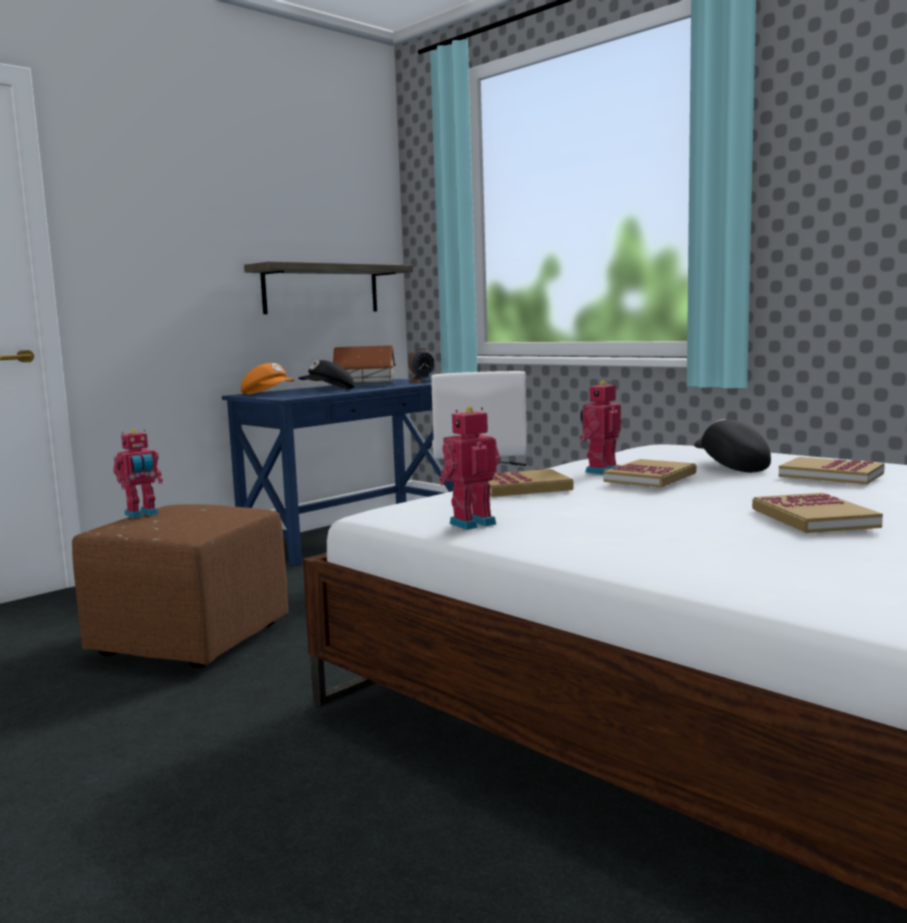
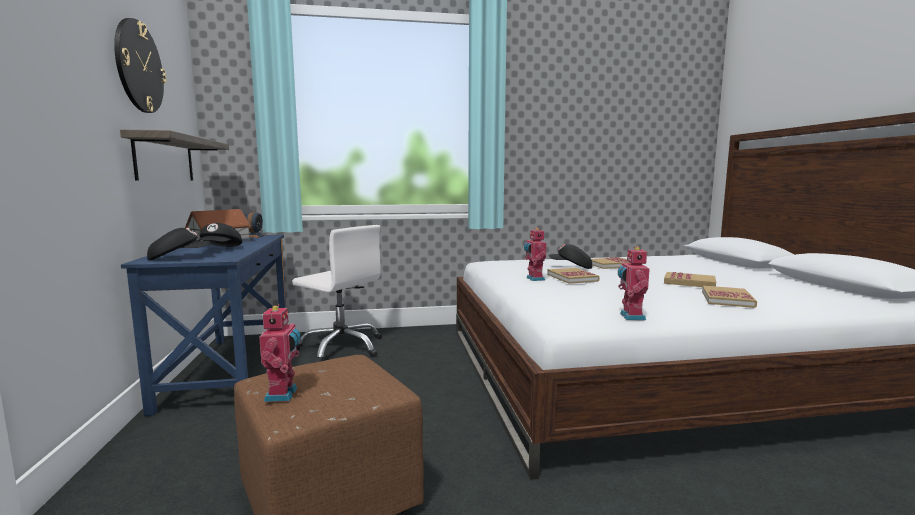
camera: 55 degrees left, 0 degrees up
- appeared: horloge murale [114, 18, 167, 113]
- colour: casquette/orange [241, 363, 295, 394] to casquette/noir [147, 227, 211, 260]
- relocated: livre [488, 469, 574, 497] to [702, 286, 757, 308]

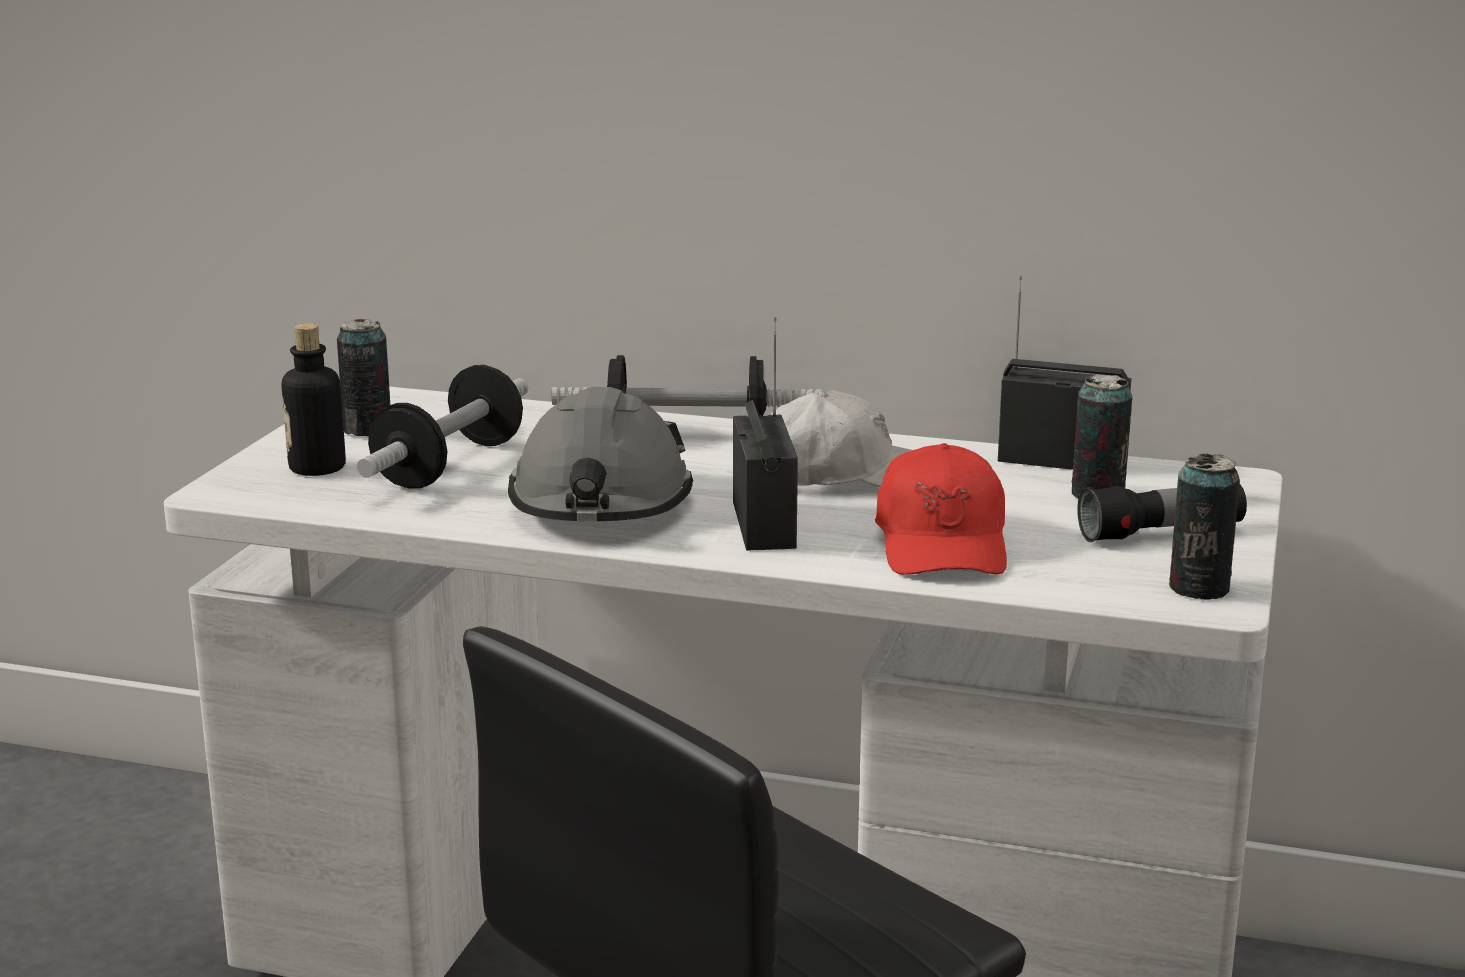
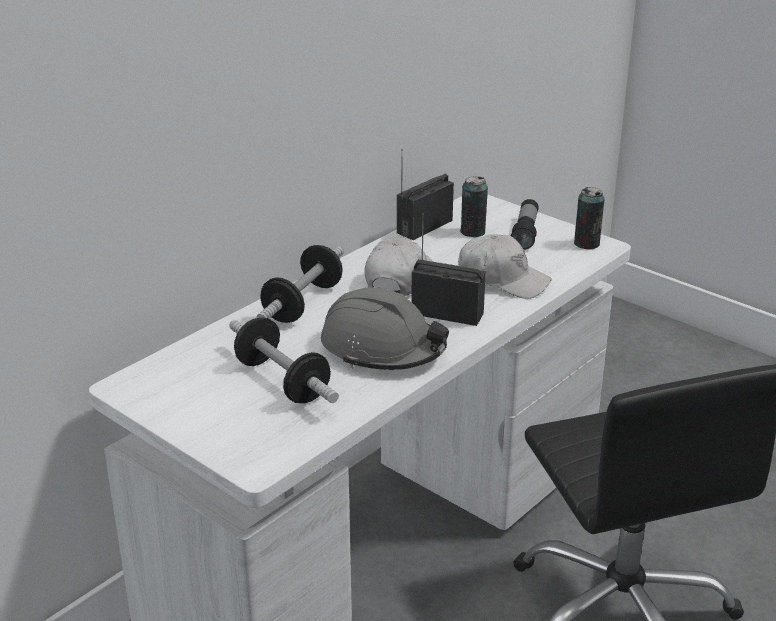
camera: 65 degrees left, 10 degrees up
- colour: casquette/rouge [875, 443, 1007, 575] to casquette/blanc [458, 234, 552, 299]
- missing: bouteille [282, 323, 346, 476]
- missing: boîte métallique [337, 319, 390, 437]

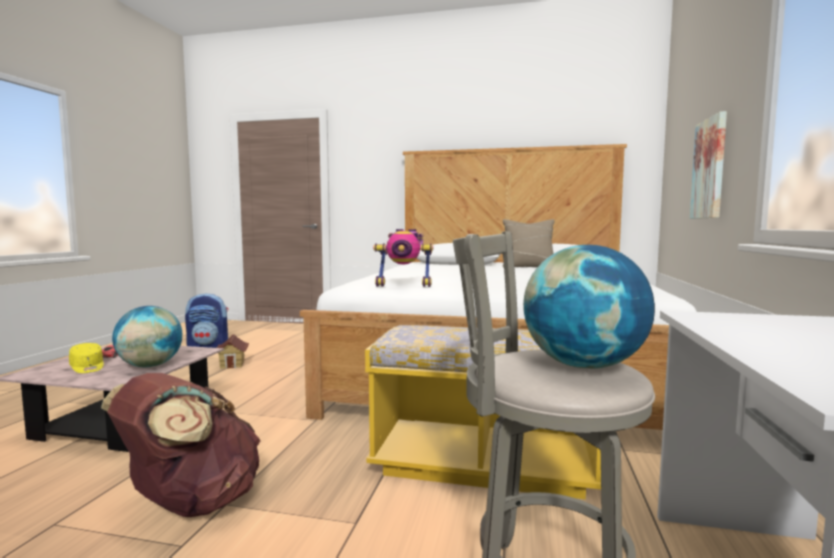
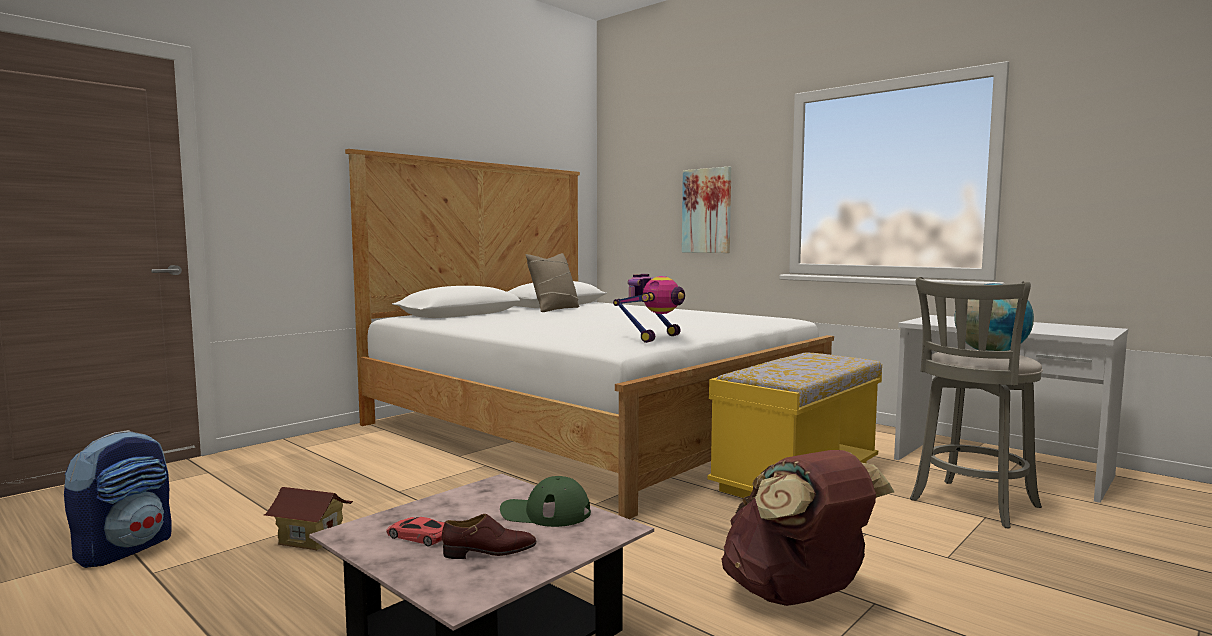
camera: 60 degrees left, 0 degrees up
- exchanged: casquette/jaune [69, 343, 104, 373] to chaussure/marron [442, 514, 536, 559]
- exchanged: globe [112, 306, 182, 368] to casquette/vert [500, 476, 591, 527]

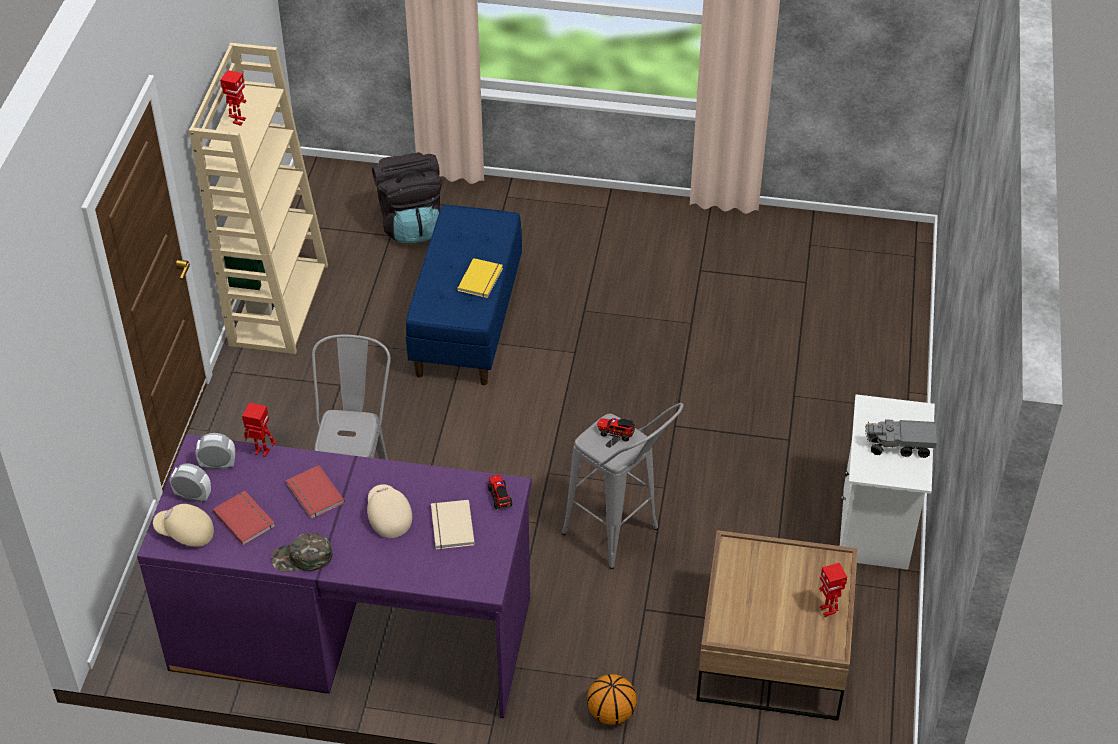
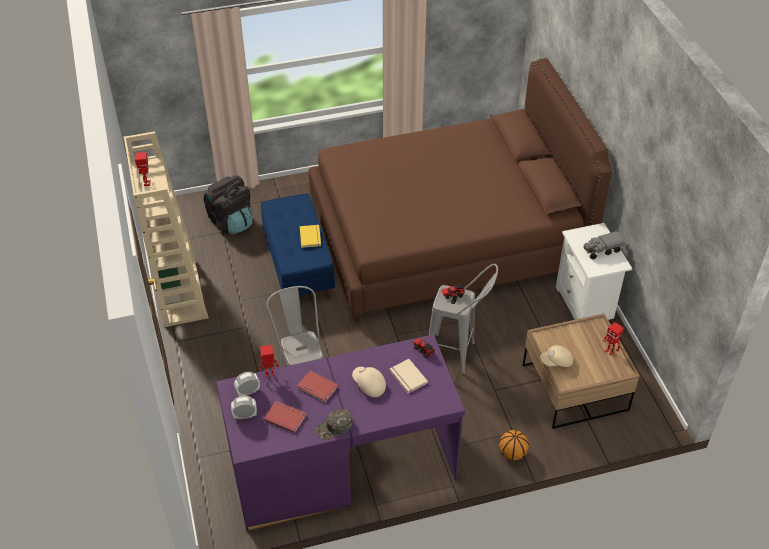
camera: 25 degrees left, 0 degrees up
- appeared: lit/marron [309, 58, 612, 322]
- relocated: casquette/beige [153, 504, 214, 547] to [540, 345, 573, 367]

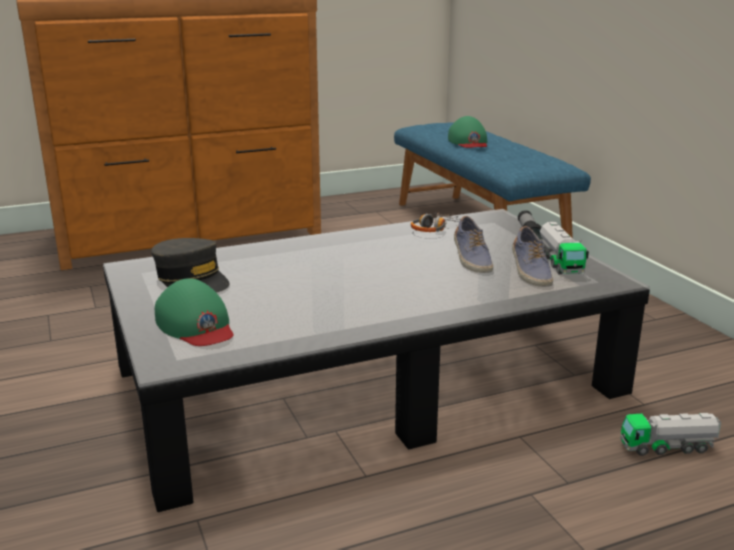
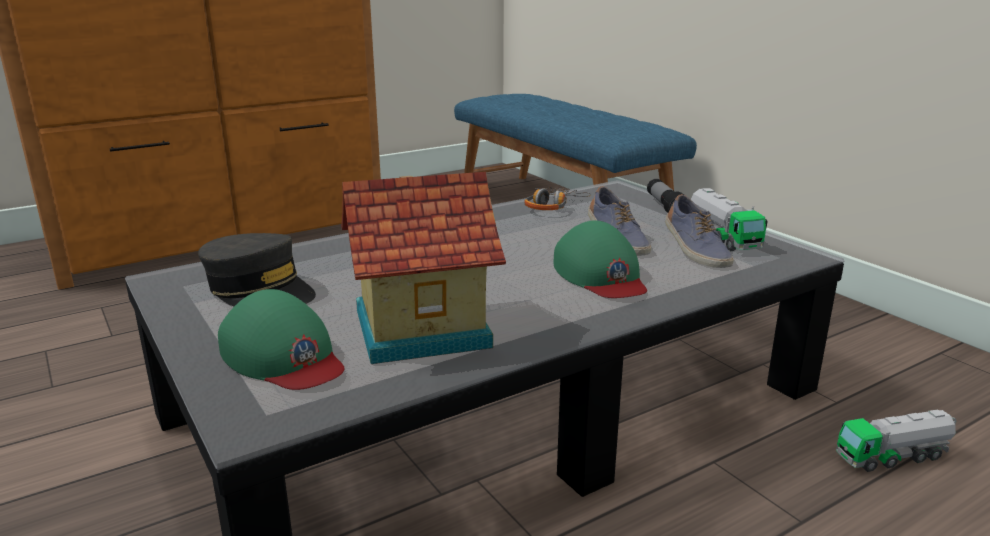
camera: 10 degrees left, 0 degrees up
- appeared: maison miniature [341, 172, 506, 364]
- relocated: casquette/vert [448, 116, 487, 148] to [553, 220, 647, 298]

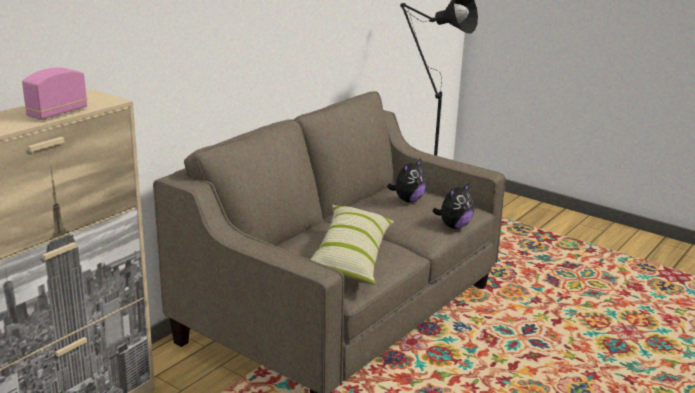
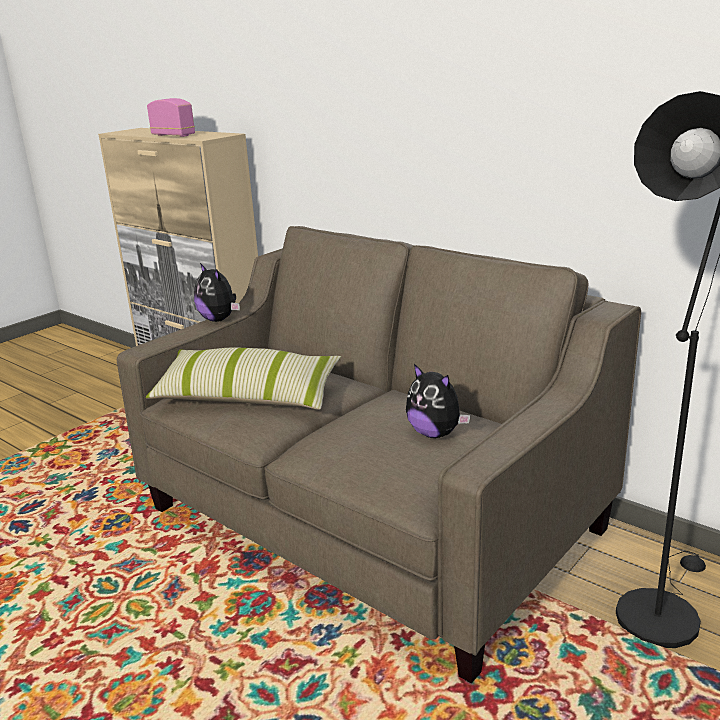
camera: 95 degrees right, 0 degrees up
- relocated: peluche [432, 183, 474, 229] to [194, 263, 240, 322]

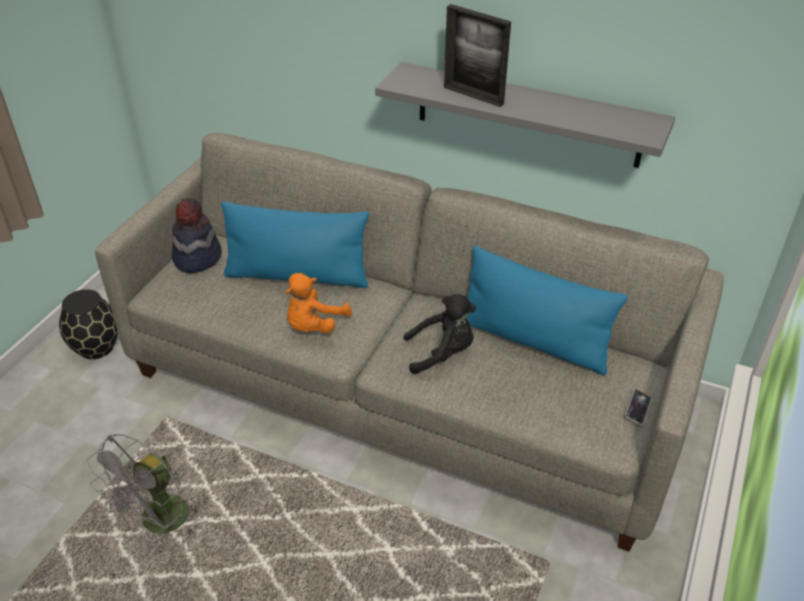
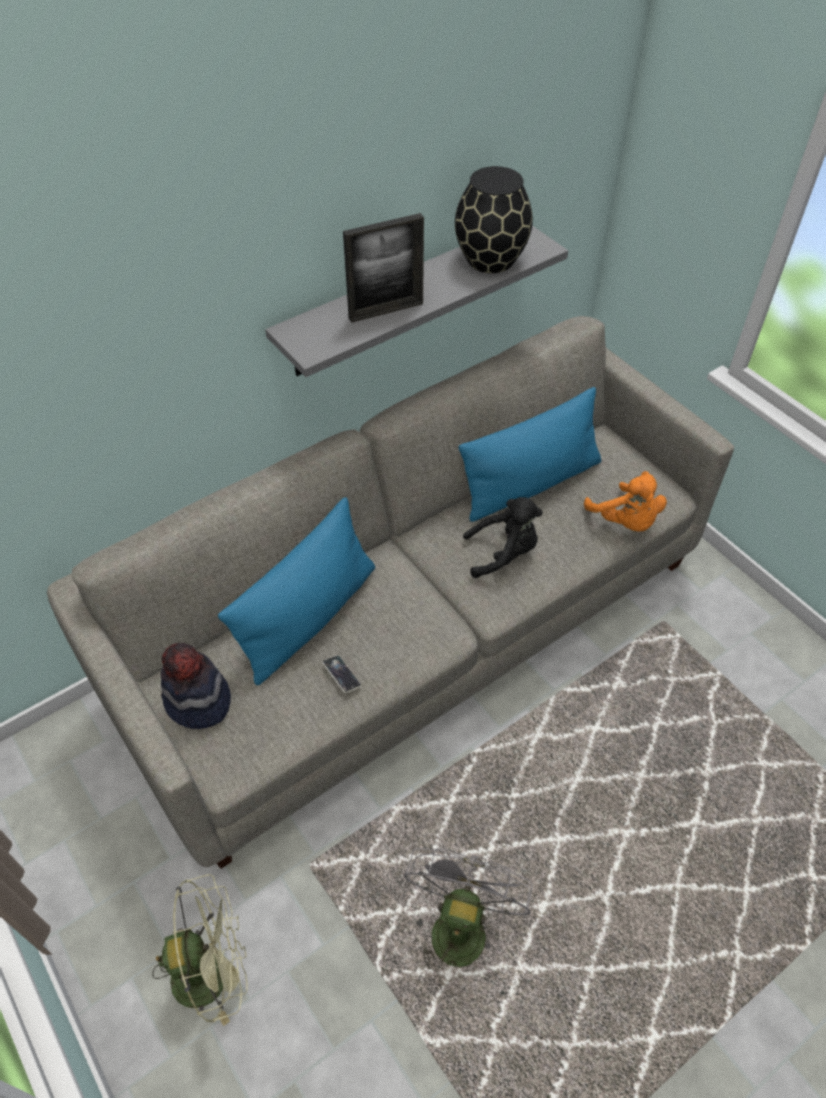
camera: 60 degrees left, 10 degrees up
- appeared: ventilateur/vert [152, 874, 248, 1026]
- relocated: téléphone [625, 389, 651, 425] to [322, 655, 361, 693]
- spun: ventilateur/gris [87, 434, 202, 538] = [404, 848, 532, 969] 135 degrees counterclockwise
- relocated: vase/noir [59, 289, 118, 359] to [455, 166, 533, 273]
- spun: peluche/noir [404, 294, 476, 374] = [463, 497, 542, 578] 60 degrees clockwise
- relocated: peluche/orange [286, 273, 352, 333] to [584, 471, 667, 531]

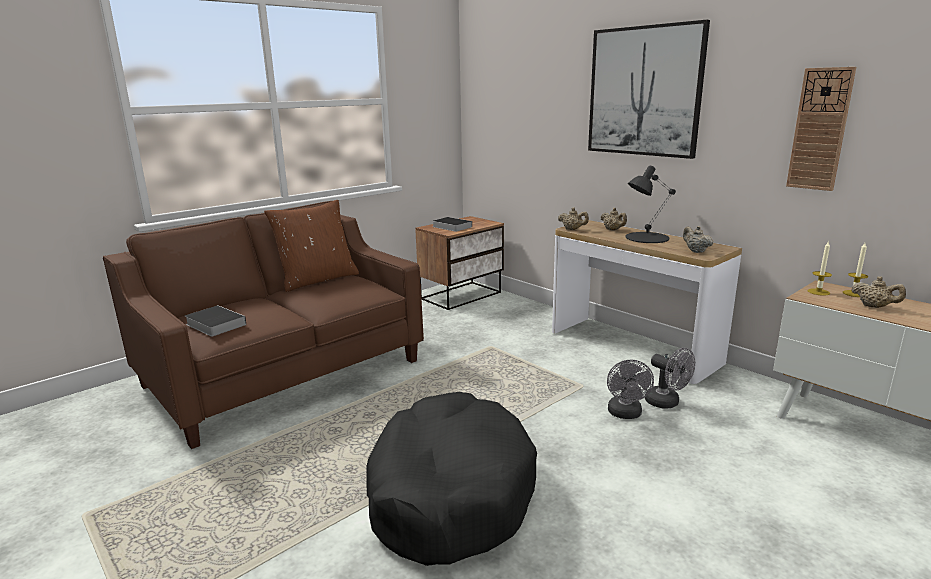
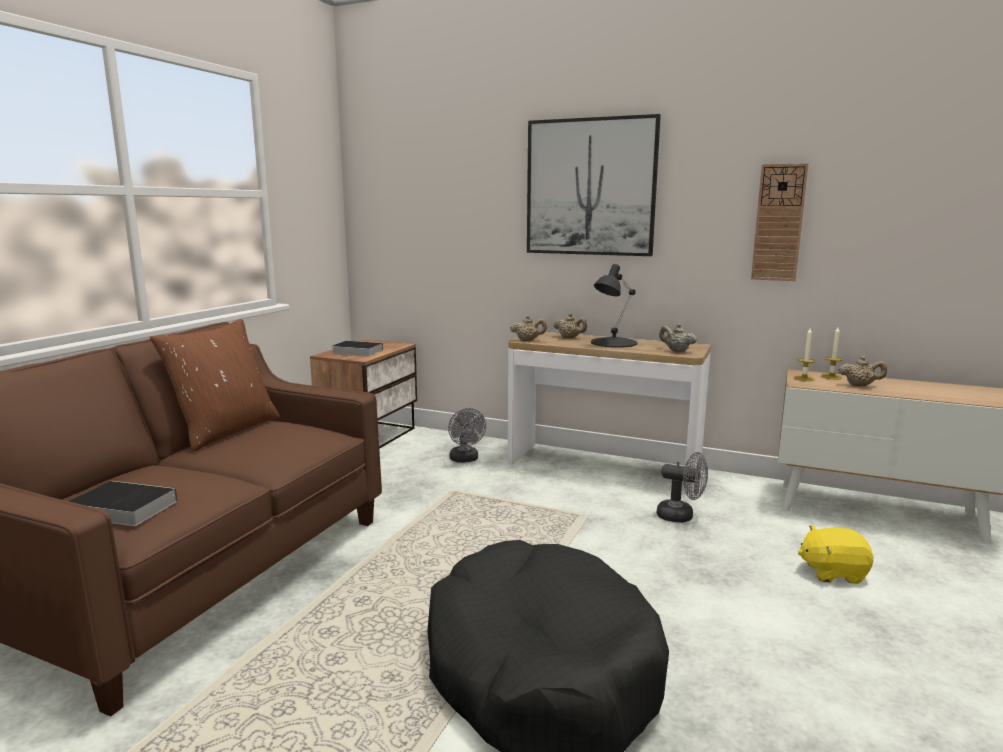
camera: 25 degrees left, 5 degrees down
- relocated: ventilateur/gris [607, 360, 654, 419] to [448, 408, 486, 463]
- appeared: peluche/jaune [798, 525, 874, 584]

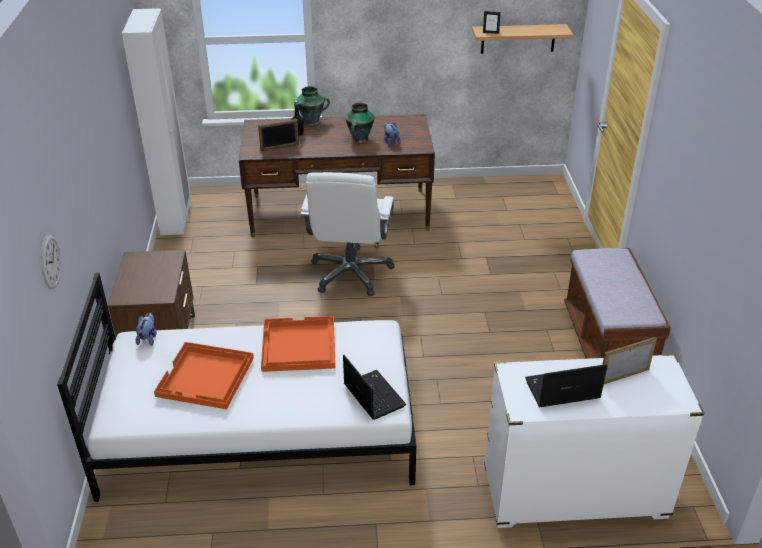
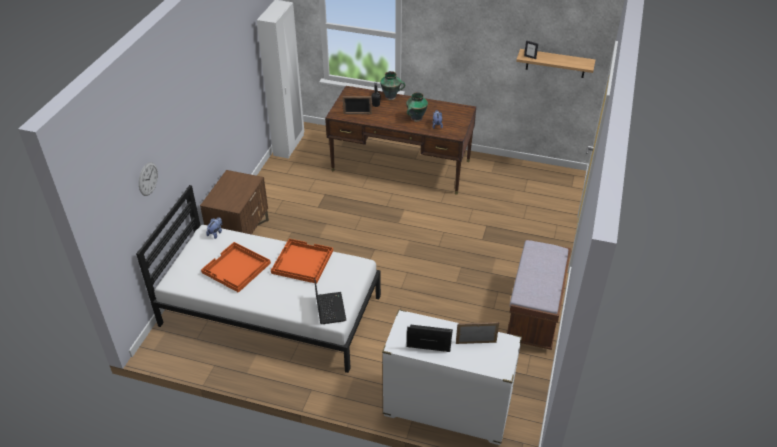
camera: 20 degrees right, 5 degrees up
- missing: chaise de bureau/blanc [300, 172, 395, 296]

